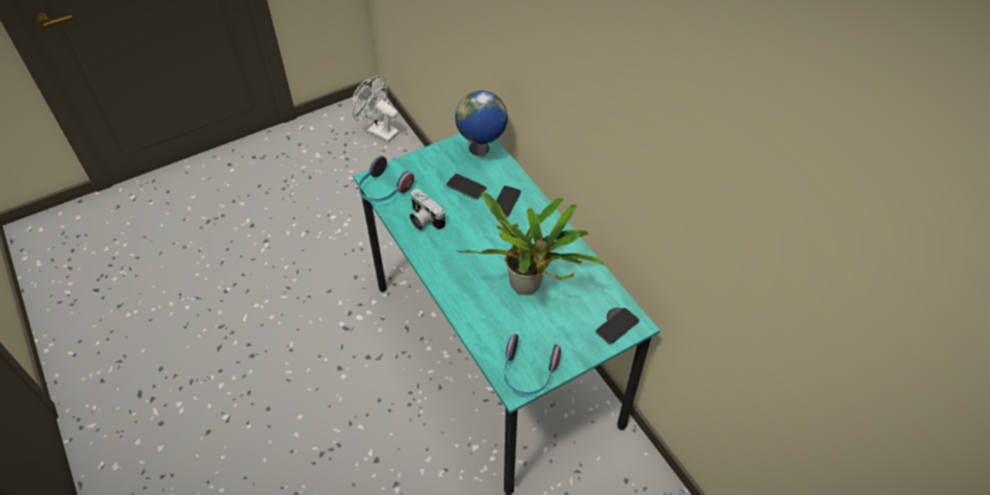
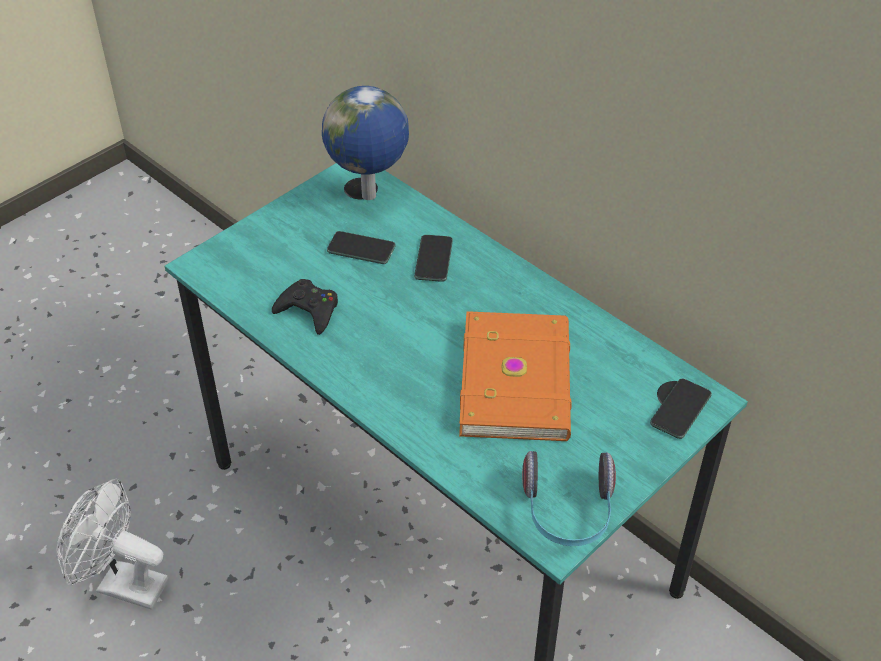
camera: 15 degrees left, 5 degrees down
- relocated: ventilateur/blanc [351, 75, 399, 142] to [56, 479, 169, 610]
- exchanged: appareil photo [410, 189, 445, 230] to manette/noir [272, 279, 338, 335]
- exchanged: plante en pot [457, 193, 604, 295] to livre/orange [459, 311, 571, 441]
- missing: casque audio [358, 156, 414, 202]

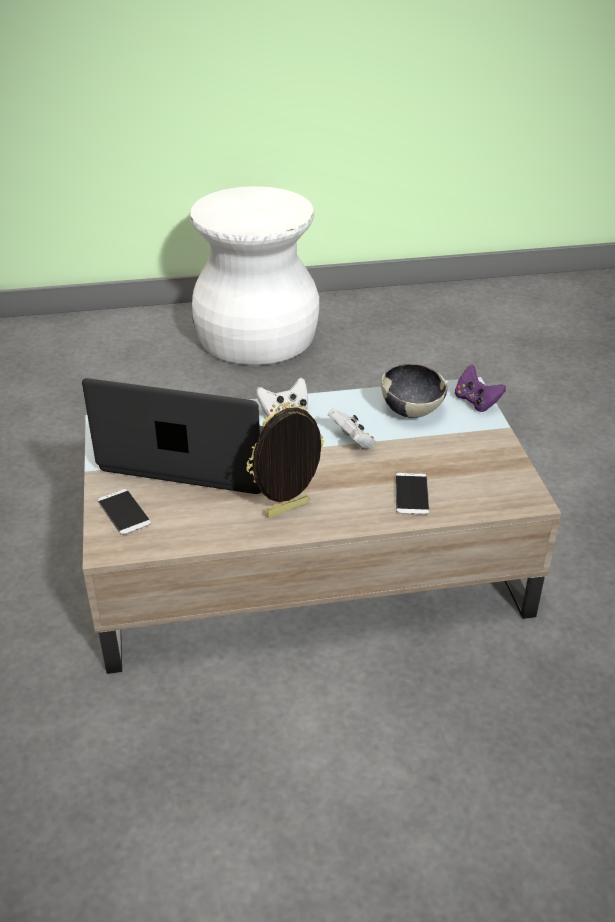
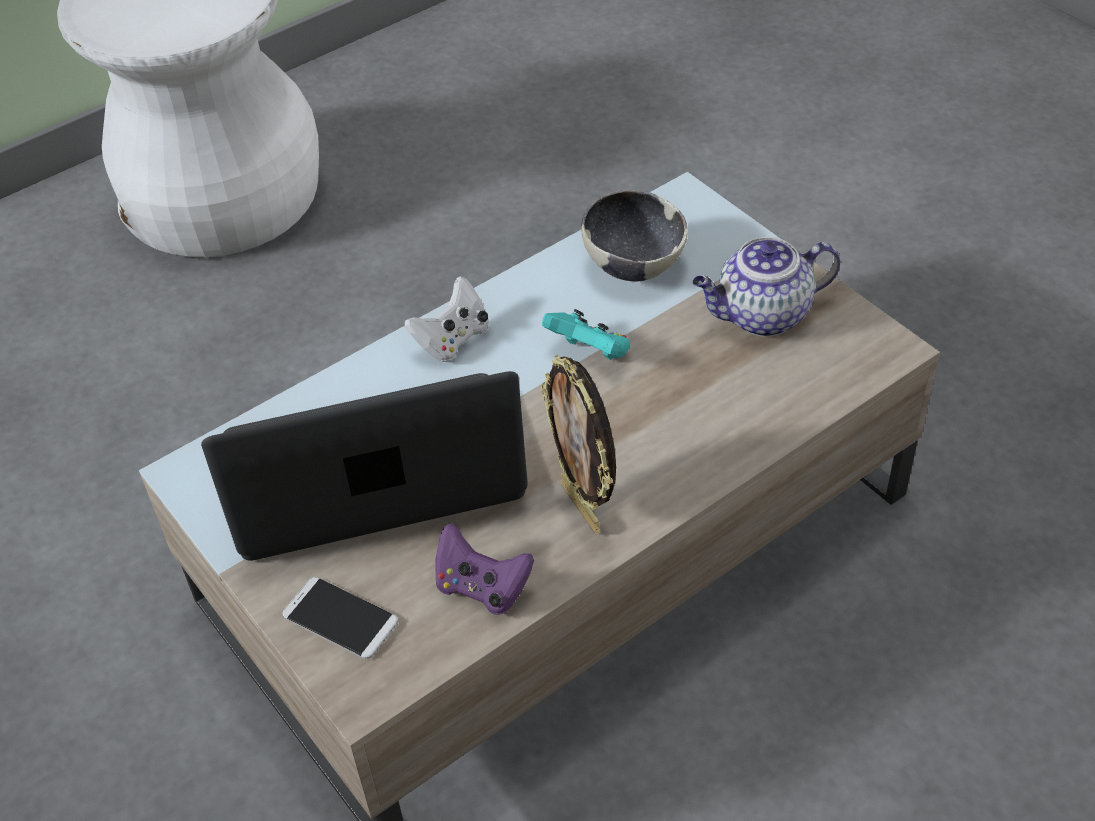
camera: 25 degrees left, 10 degrees up
- relocated: manette/violet [455, 365, 506, 412] to [435, 523, 534, 615]
- spun: cadre photo [246, 402, 324, 518] = [541, 355, 616, 534] 60 degrees counterclockwise
- colour: manette/blanc [328, 409, 375, 449] to manette/turquoise [542, 309, 630, 360]
- appeared: théière [693, 237, 840, 337]
- missing: téléphone [395, 473, 429, 515]

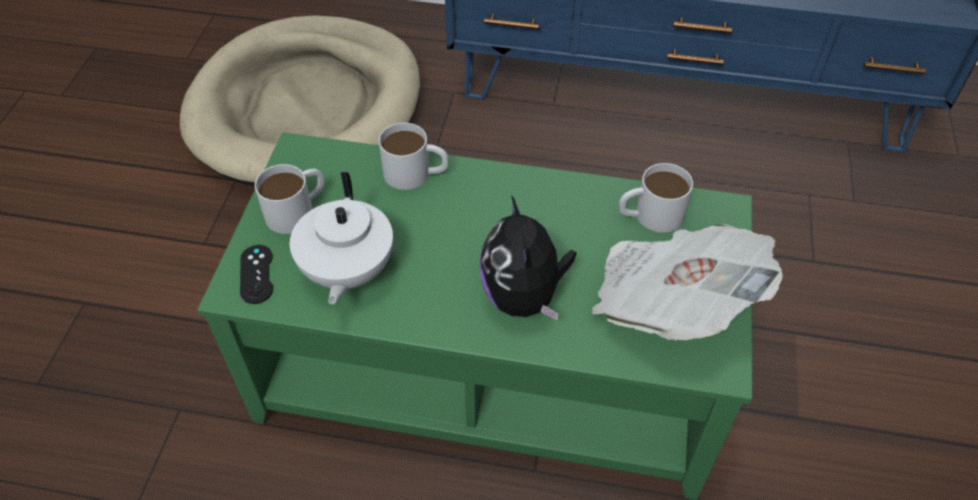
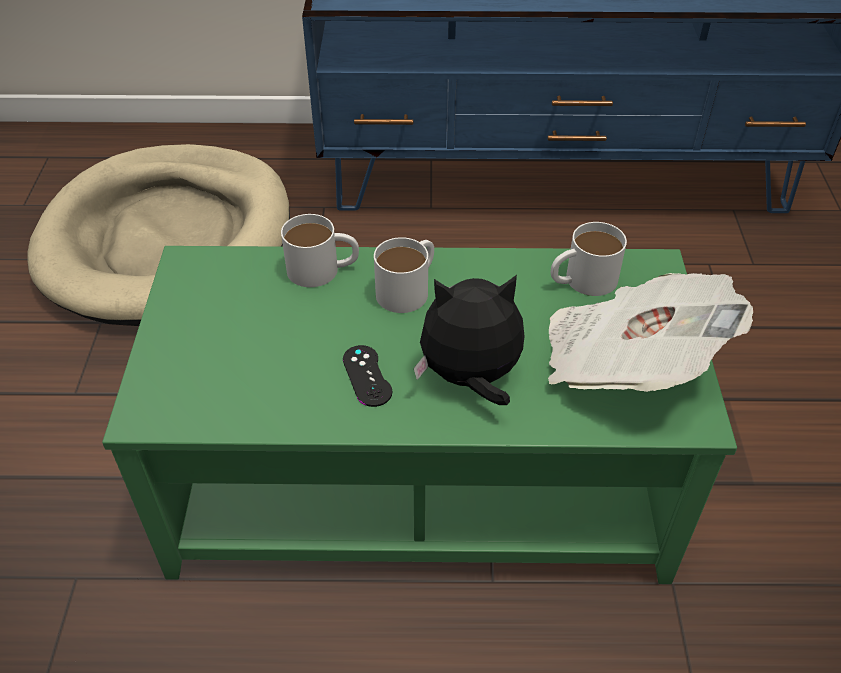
camera: 10 degrees left, 5 degrees down
- relocated: manette/noir [240, 245, 273, 304] to [343, 345, 392, 407]
- relocated: mug/blanc [255, 164, 325, 234] to [374, 237, 434, 313]
- spun: peluche [480, 195, 577, 320] = [414, 275, 525, 405] 105 degrees clockwise
- missing: théière/blanc [290, 172, 393, 305]

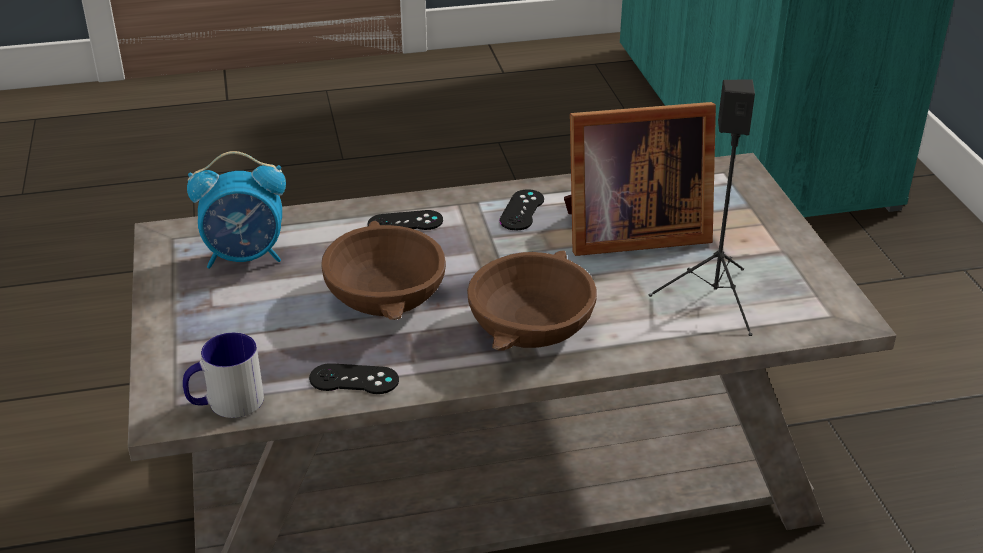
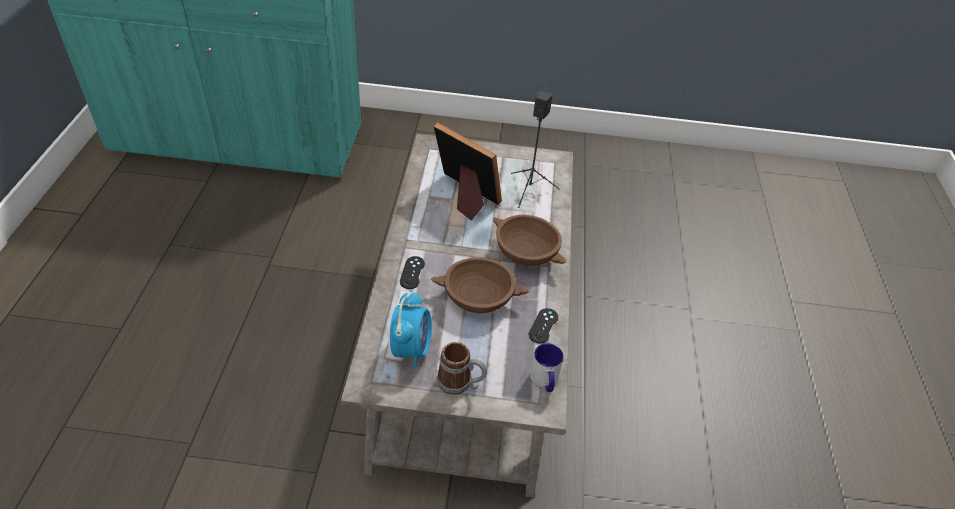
camera: 75 degrees left, 10 degrees up
- spun: cadre photo [564, 102, 716, 256] = [434, 122, 502, 220] 60 degrees counterclockwise
- appeared: mug [436, 342, 487, 395]
- missing: manette/noir [499, 189, 544, 231]

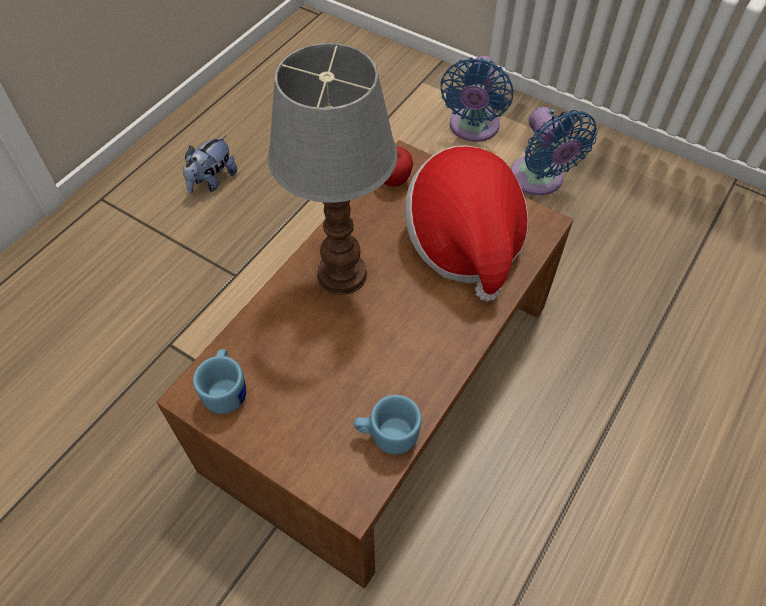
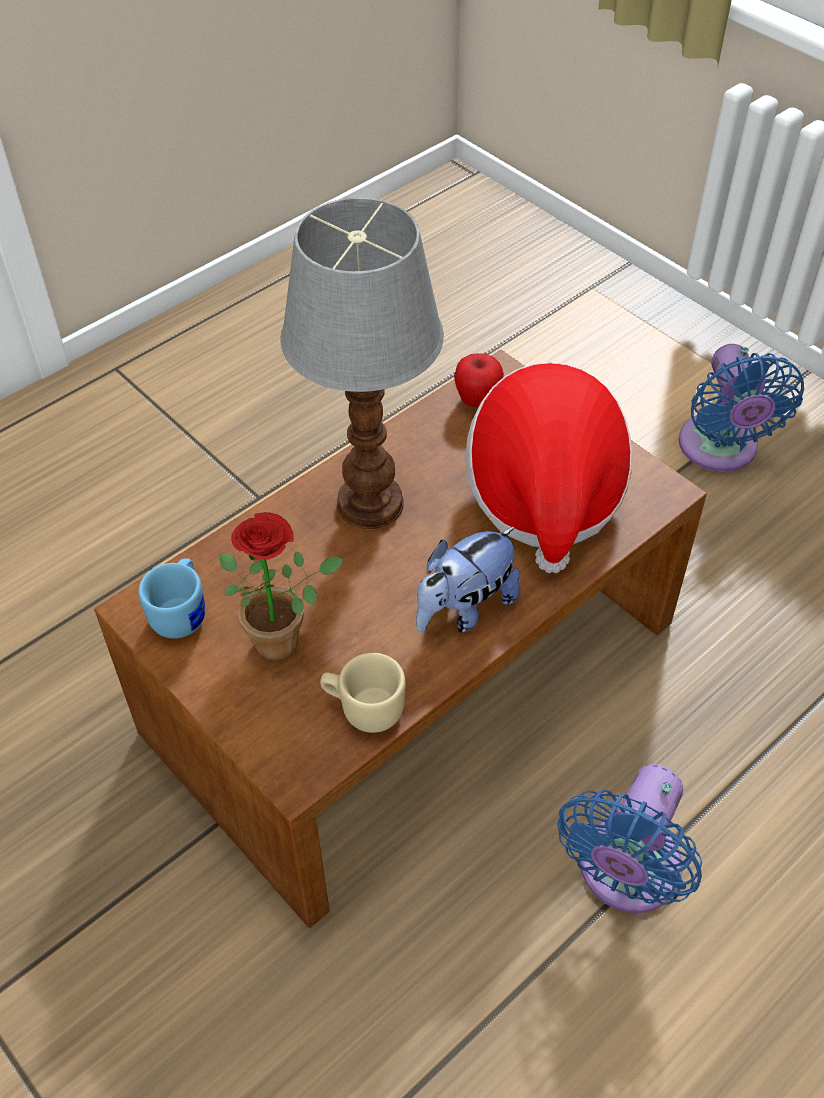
camera: 15 degrees right, 5 degrees down
- appeared: plante en pot [220, 512, 343, 661]
- colour: mug/bleu [354, 395, 422, 454] to mug/beige [320, 653, 405, 733]
- relocated: peluche [183, 135, 237, 194] to [416, 526, 520, 633]
- relocated: ventilateur/bleu [440, 56, 513, 142] to [557, 764, 702, 913]

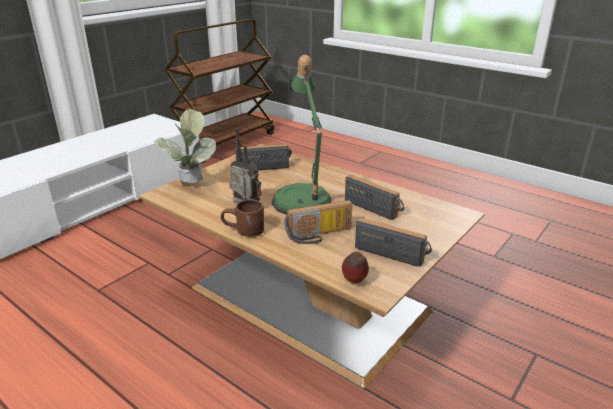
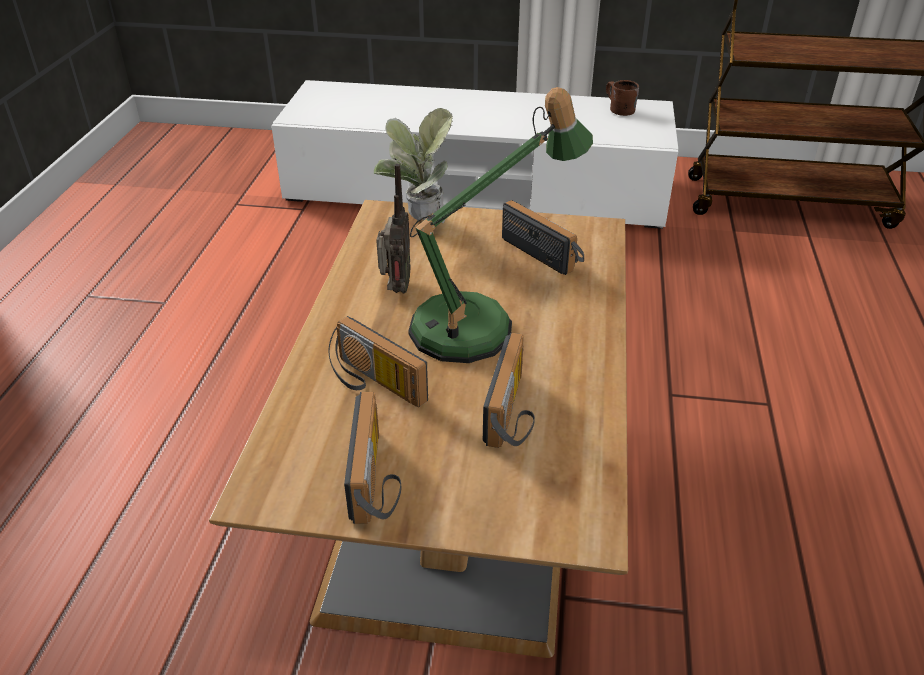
camera: 60 degrees right, 10 degrees up
- relocated: mug/marron [220, 199, 264, 237] to [606, 80, 639, 116]
- missing: pomme [342, 252, 369, 283]

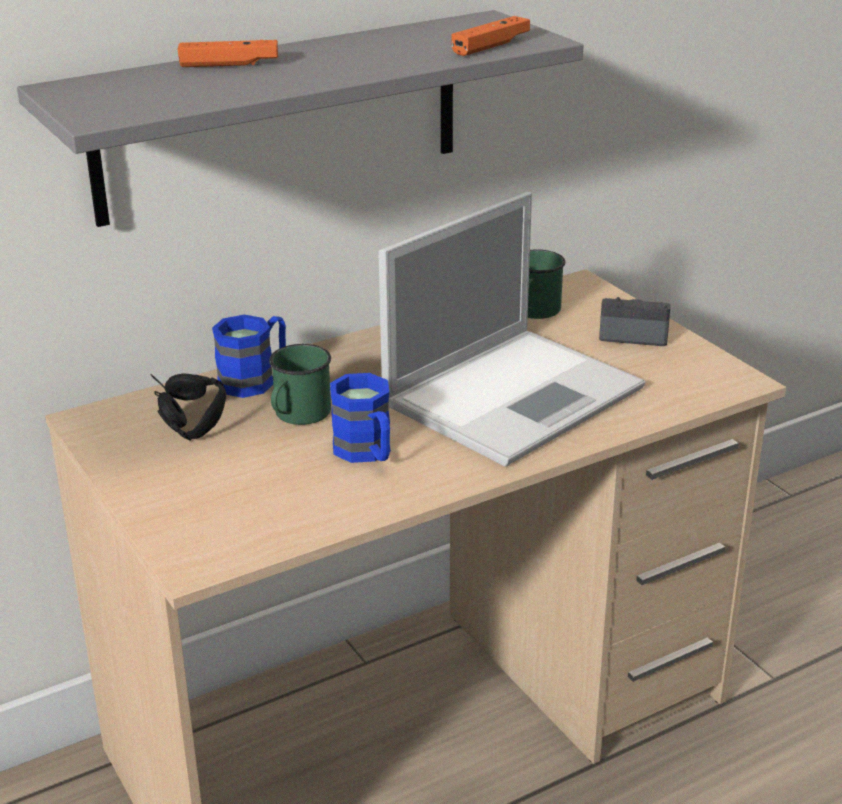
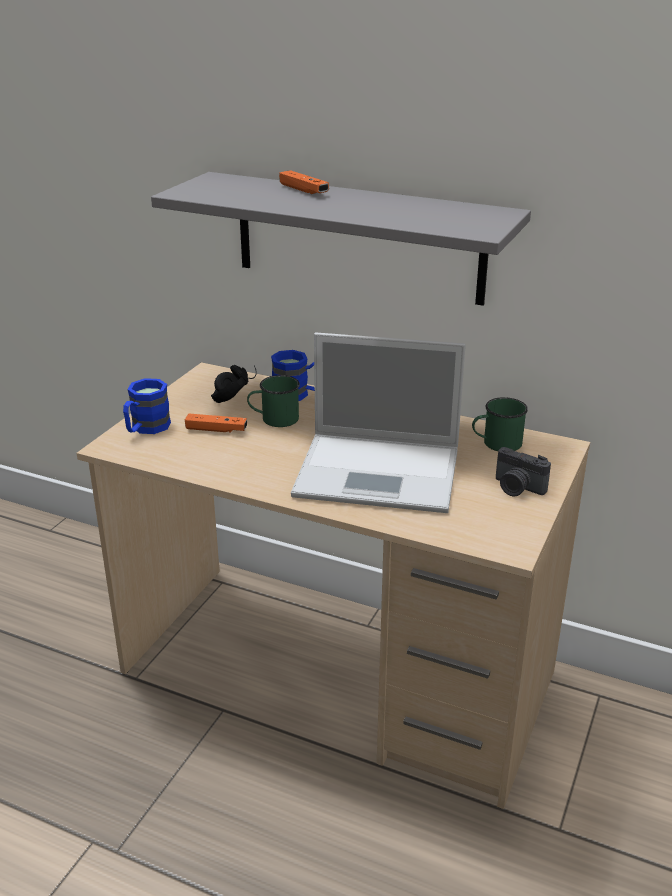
camera: 55 degrees right, 0 degrees up
- relocated: mug/bleu [330, 373, 391, 463] to [123, 378, 171, 434]
- relocated: manette/orange [451, 16, 530, 56] to [185, 414, 247, 433]
- spun: appareil photo [599, 297, 671, 346] = [496, 447, 551, 497] 150 degrees clockwise

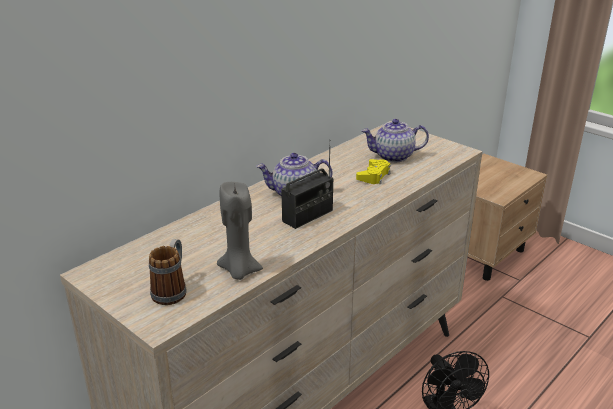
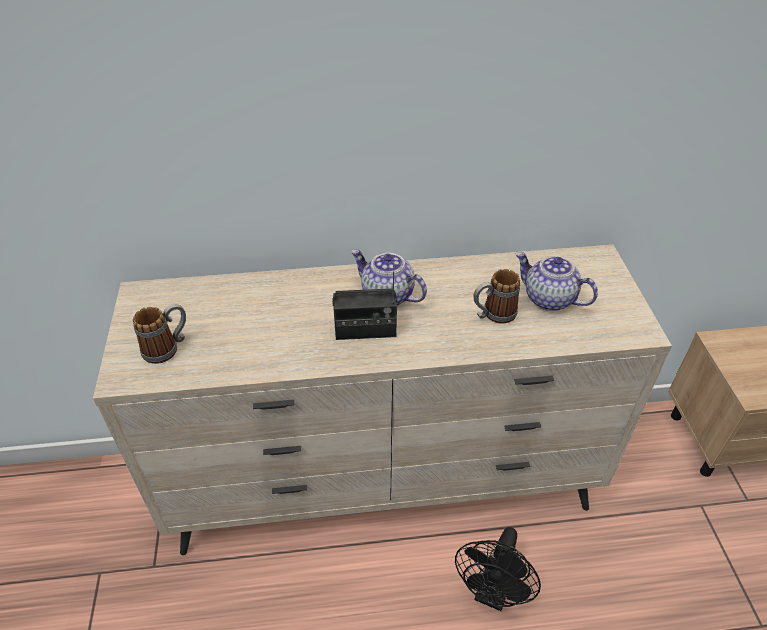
camera: 40 degrees right, 15 degrees up
- exchanged: manette/jaune [356, 159, 391, 185] to mug [473, 269, 520, 323]
- missing: bougie/gris [217, 182, 263, 280]

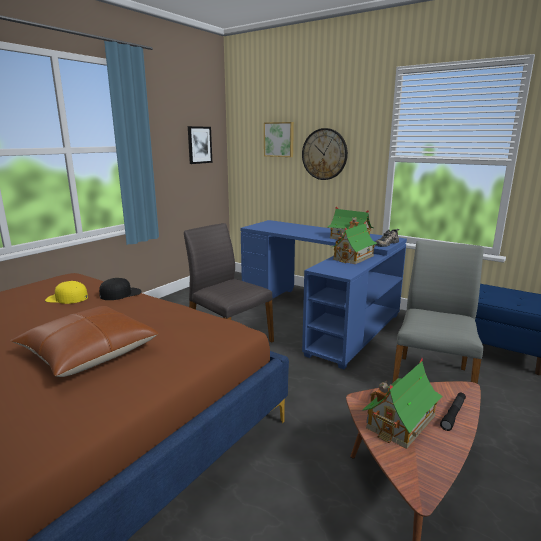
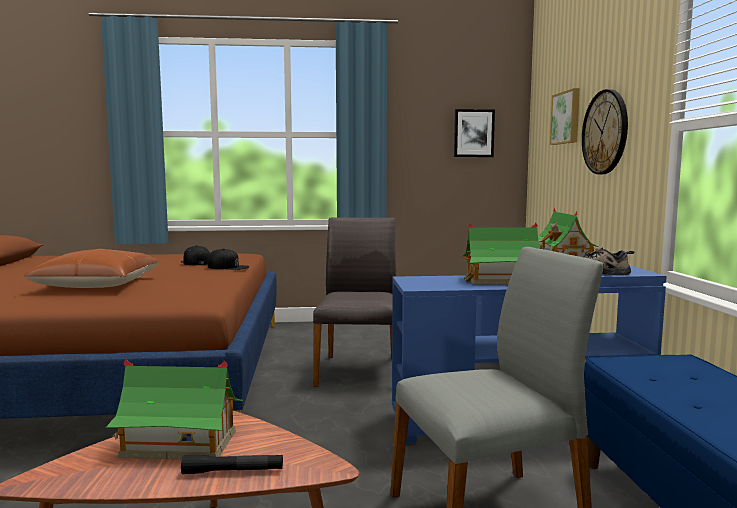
camera: 50 degrees right, 10 degrees down
- colour: casquette/jaune [45, 281, 88, 304] to casquette/noir [181, 245, 210, 265]

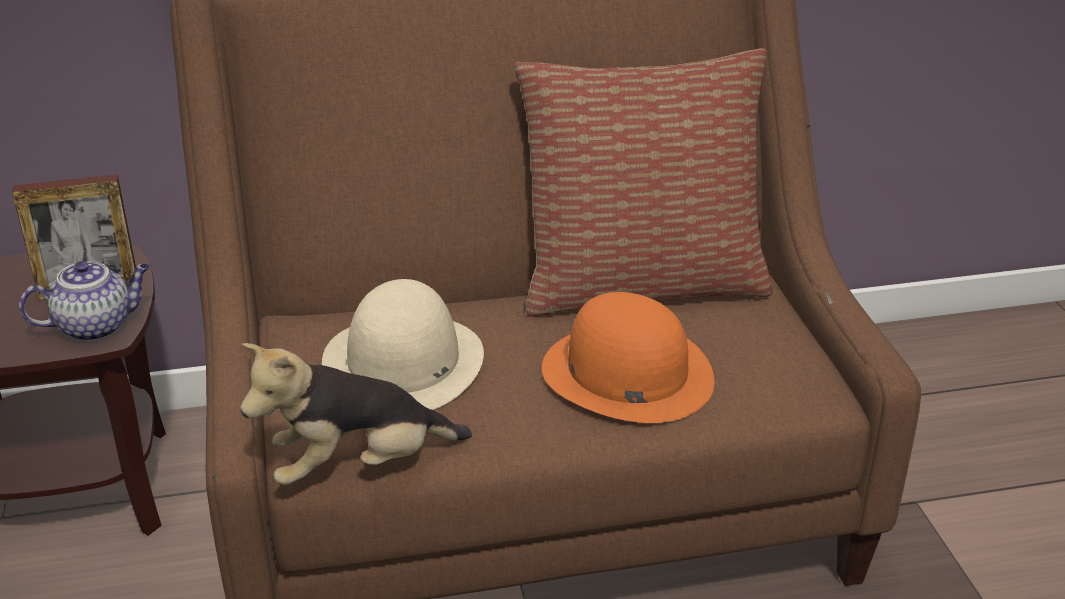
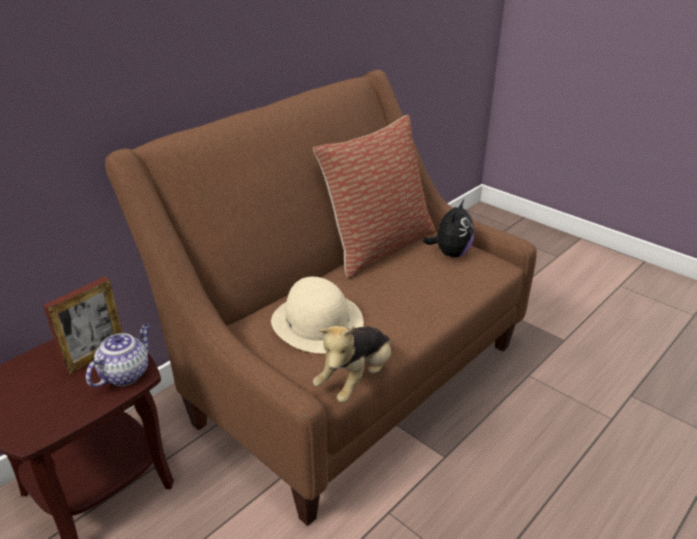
camera: 35 degrees left, 0 degrees up
- appeared: peluche [423, 200, 474, 257]
- missing: chapeau/orange [542, 292, 714, 423]

